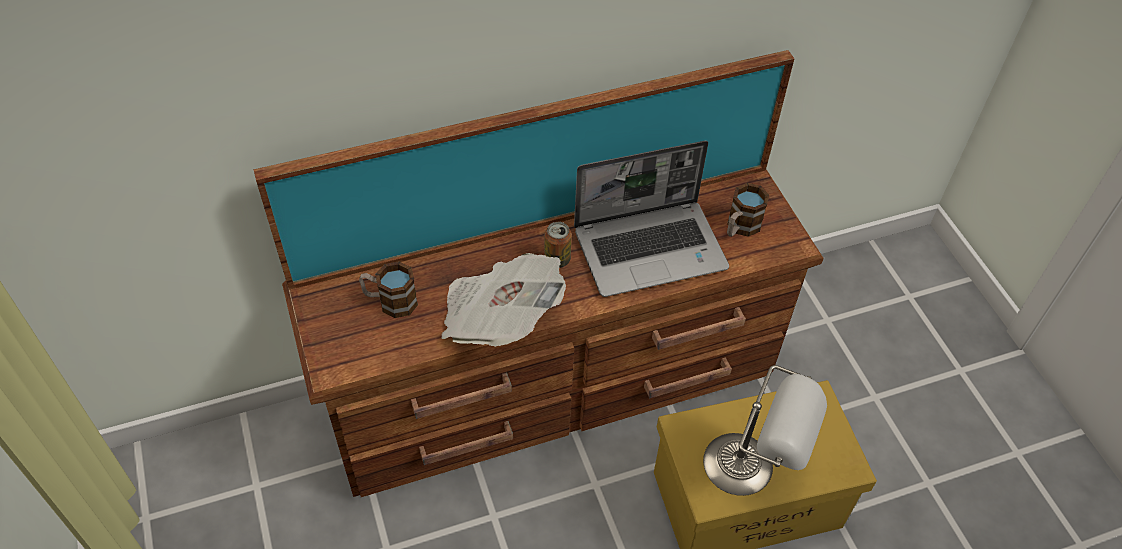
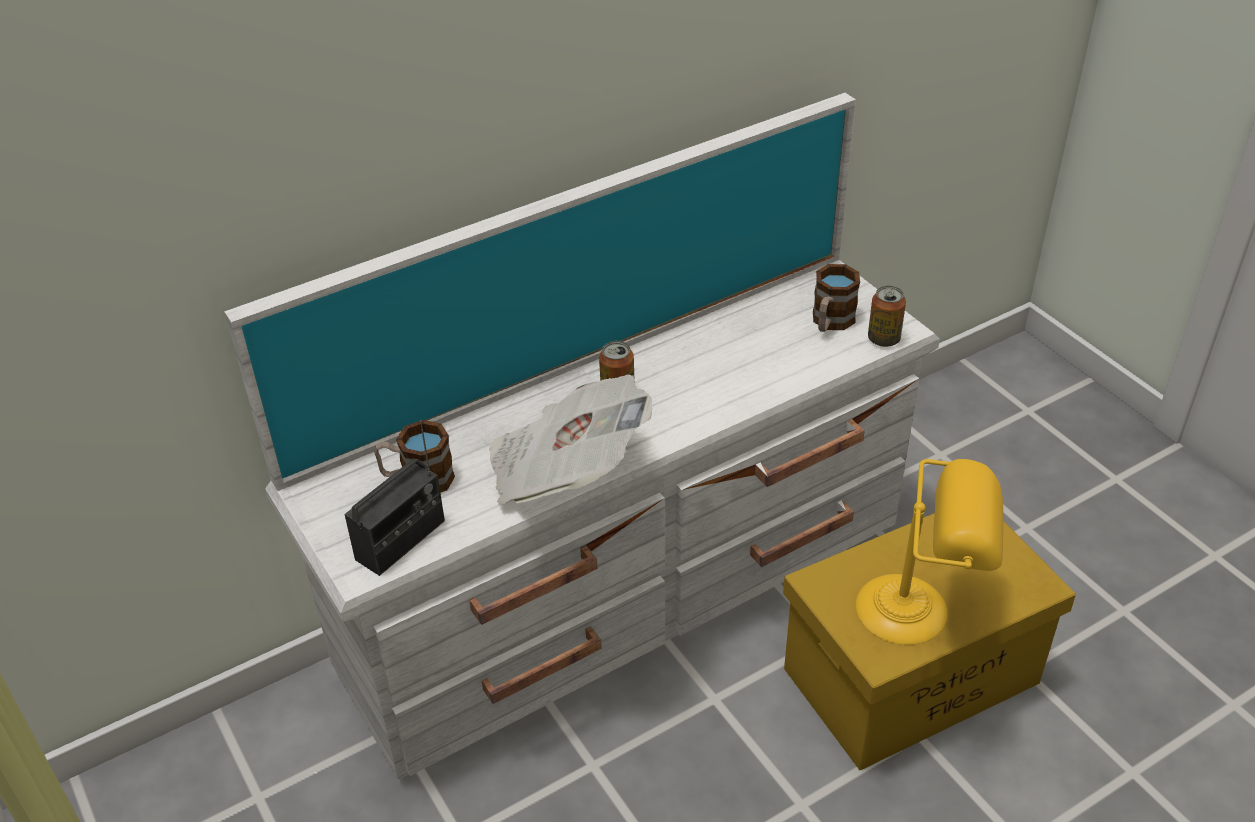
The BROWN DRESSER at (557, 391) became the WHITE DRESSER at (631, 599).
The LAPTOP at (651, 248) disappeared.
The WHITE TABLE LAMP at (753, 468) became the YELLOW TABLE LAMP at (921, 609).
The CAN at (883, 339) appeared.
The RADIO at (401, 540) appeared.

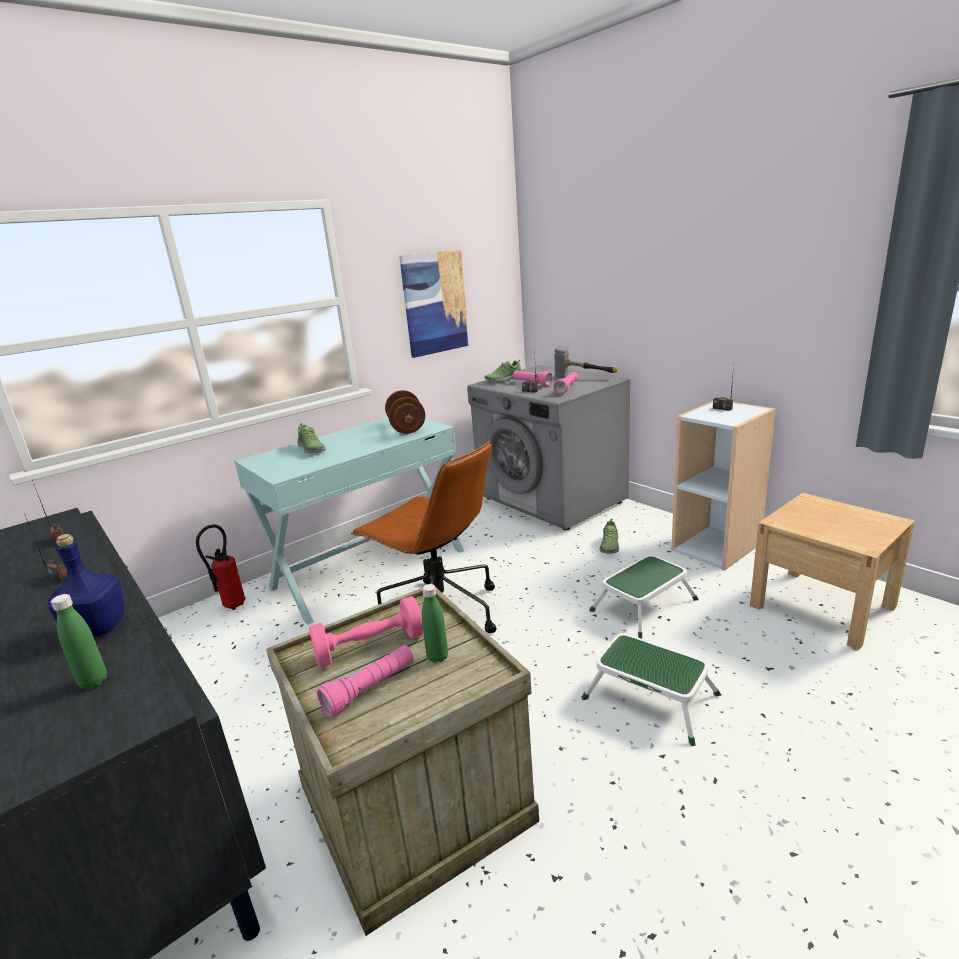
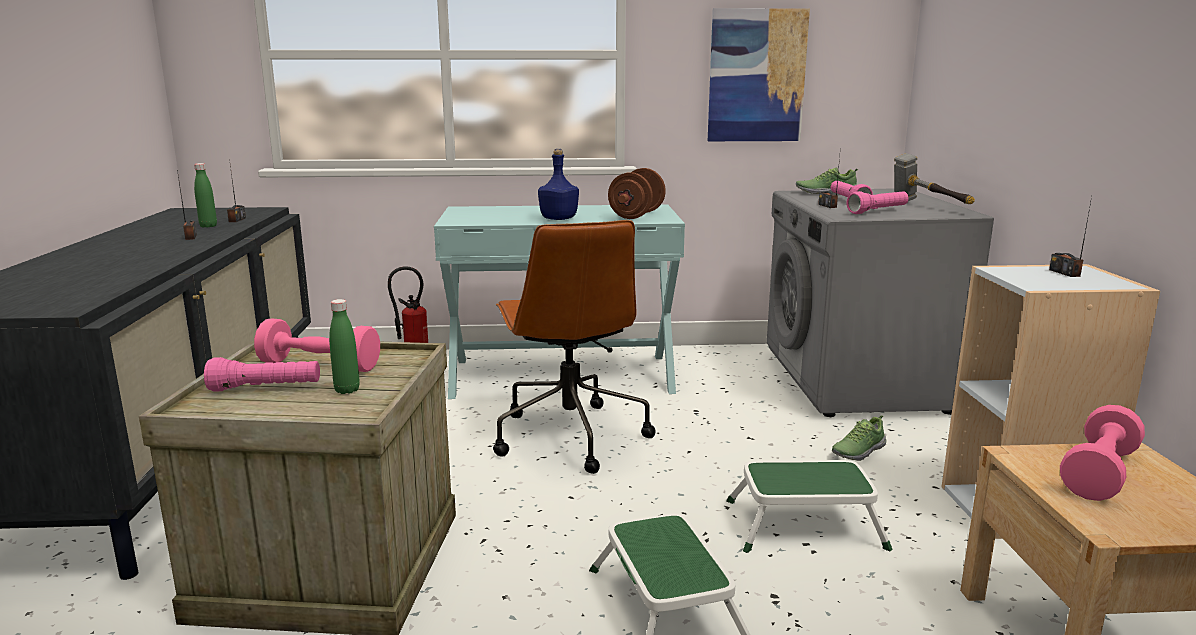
The SHOE at (311, 449) disappeared.
The BLUE BOTTLE moved from (99, 628) to (559, 219).
The GREEN BOTTLE moved from (93, 682) to (208, 226).
The PINK DUMBBELL at (1099, 473) appeared.

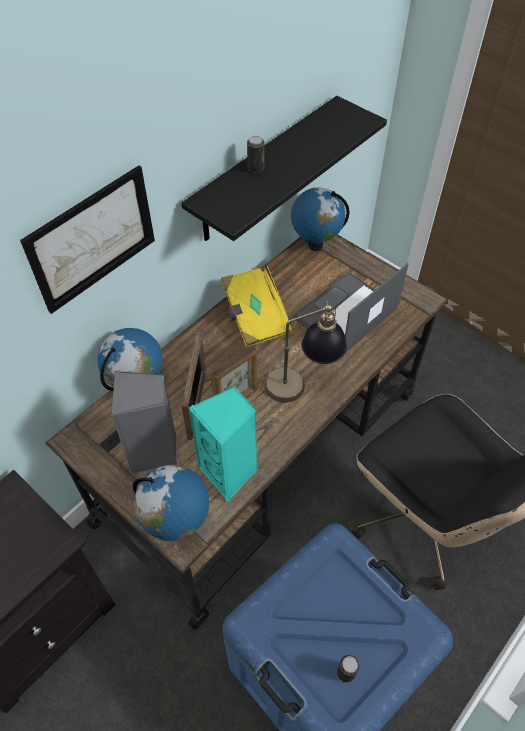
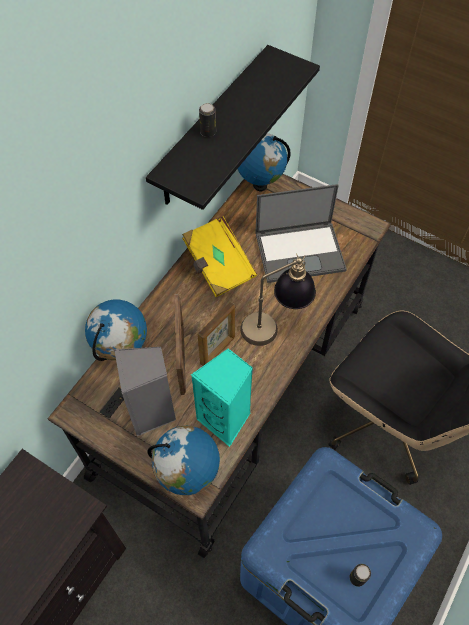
The PICTURE at (93, 239) disappeared.
The LAPTOP at (345, 314) turned 135 degrees counterclockwise.

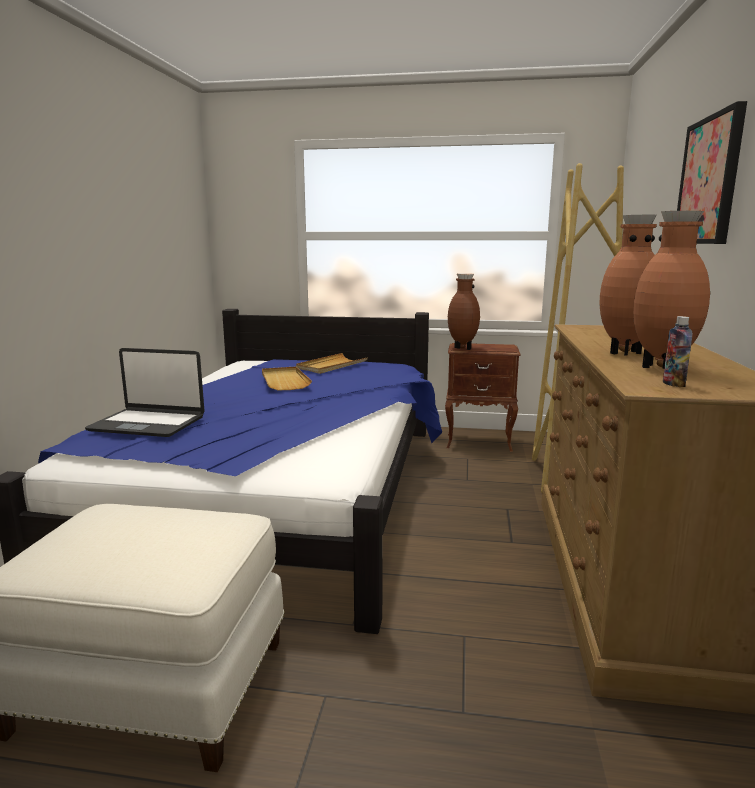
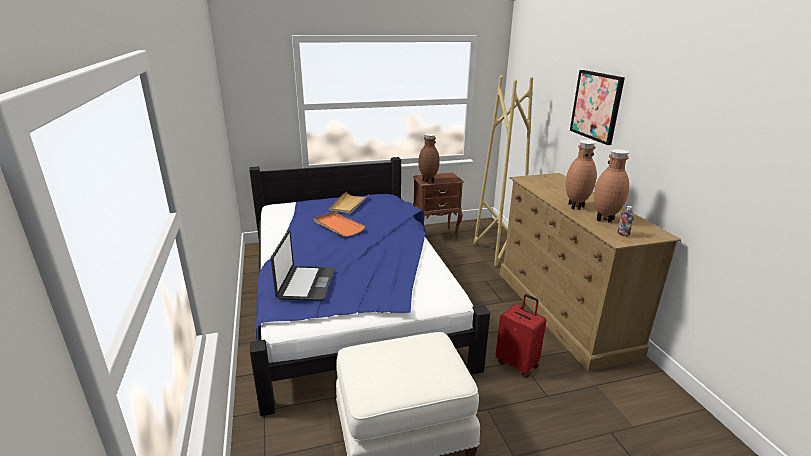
The LAPTOP at (148, 424) turned 75 degrees counterclockwise.
The BEIGE TRAY at (284, 381) became the ORANGE TRAY at (338, 226).
The RED SUITCASE at (517, 364) appeared.

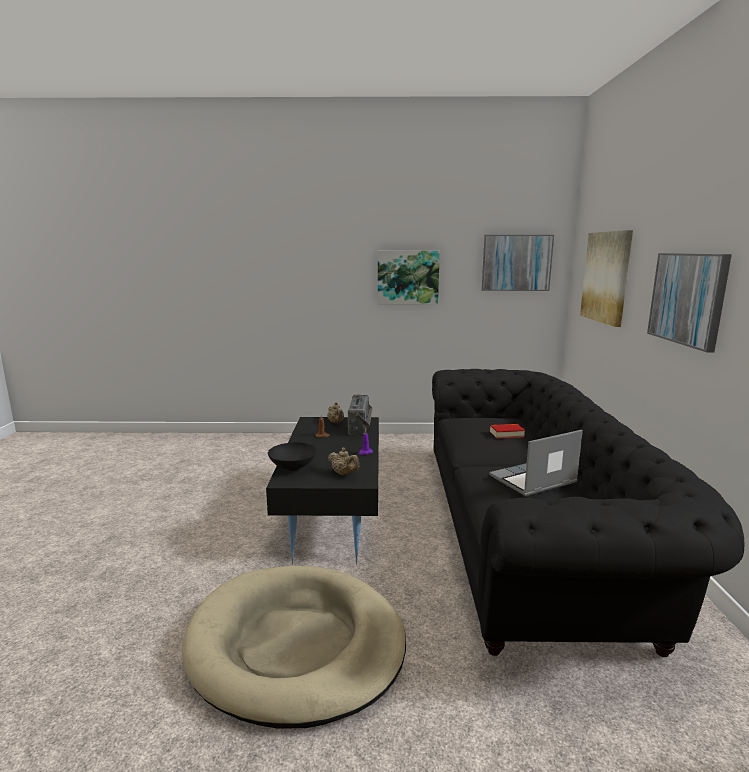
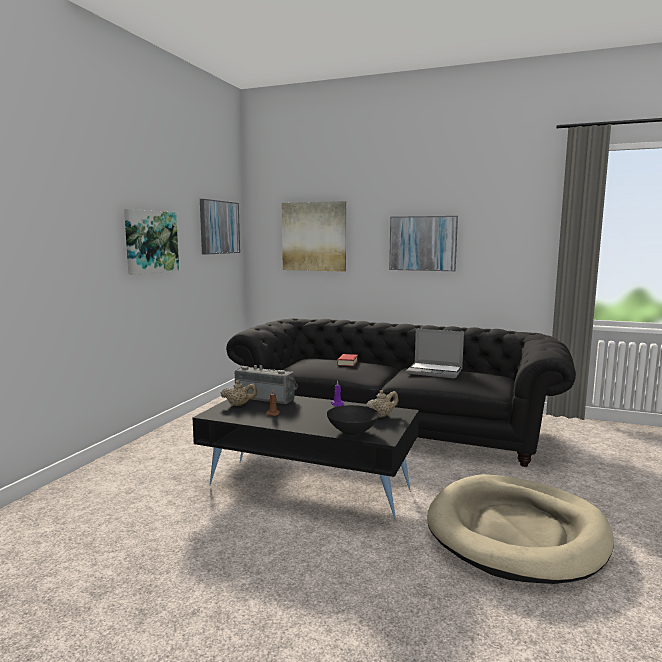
The LAPTOP at (533, 480) turned 60 degrees counterclockwise.

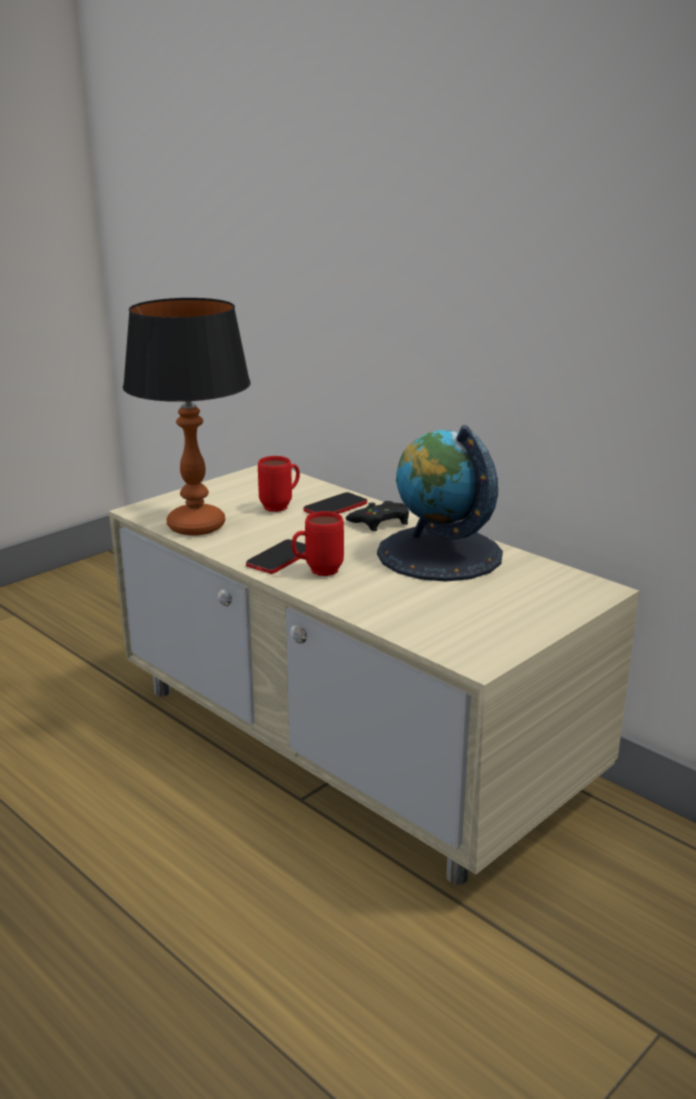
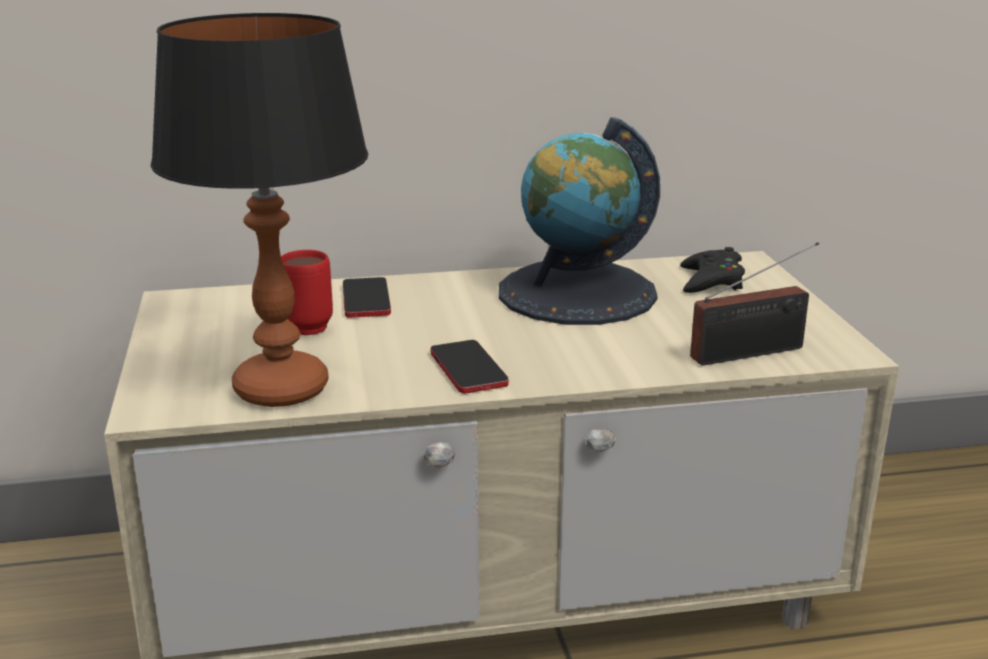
The BLACK GAME CONTROLLER moved from (380, 522) to (711, 280).
The RED MUG at (317, 572) disappeared.
The RADIO at (753, 352) appeared.

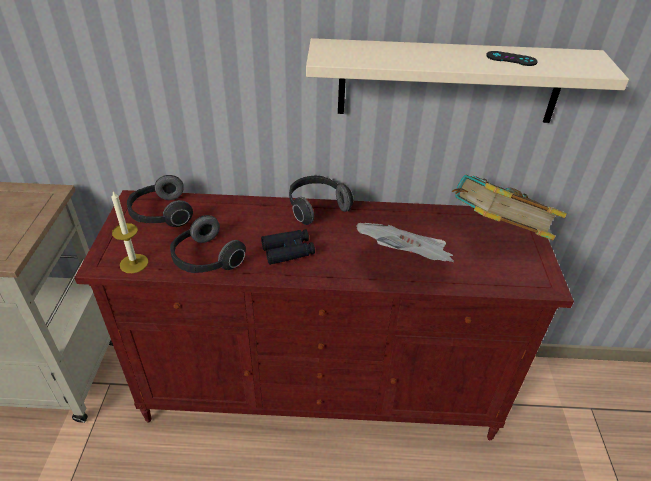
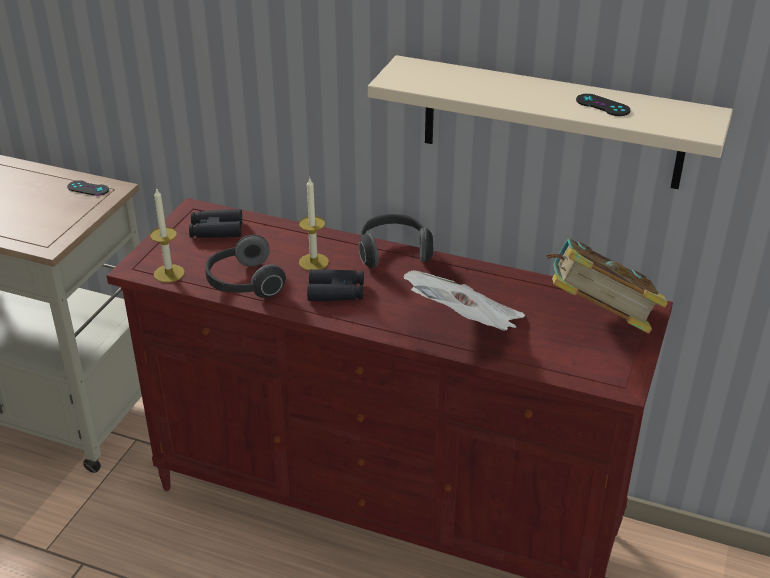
The HEADPHONES at (160, 214) was replaced by the BLACK BINOCULARS at (216, 230).
The CANDLE at (313, 262) appeared.
The BLACK GAME CONTROLLER at (88, 188) appeared.

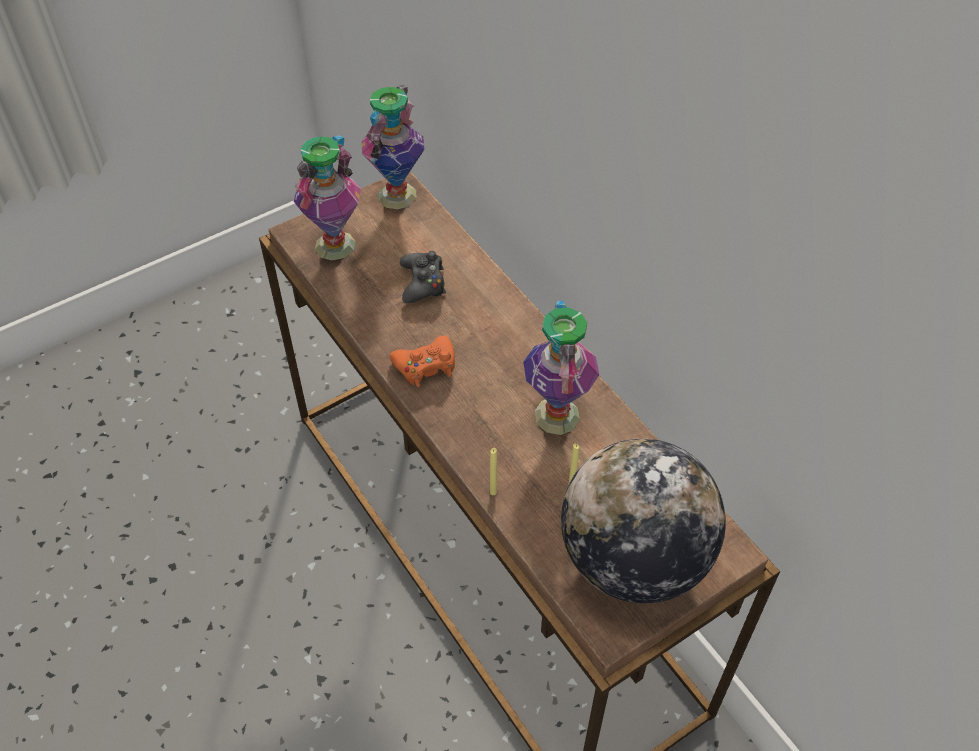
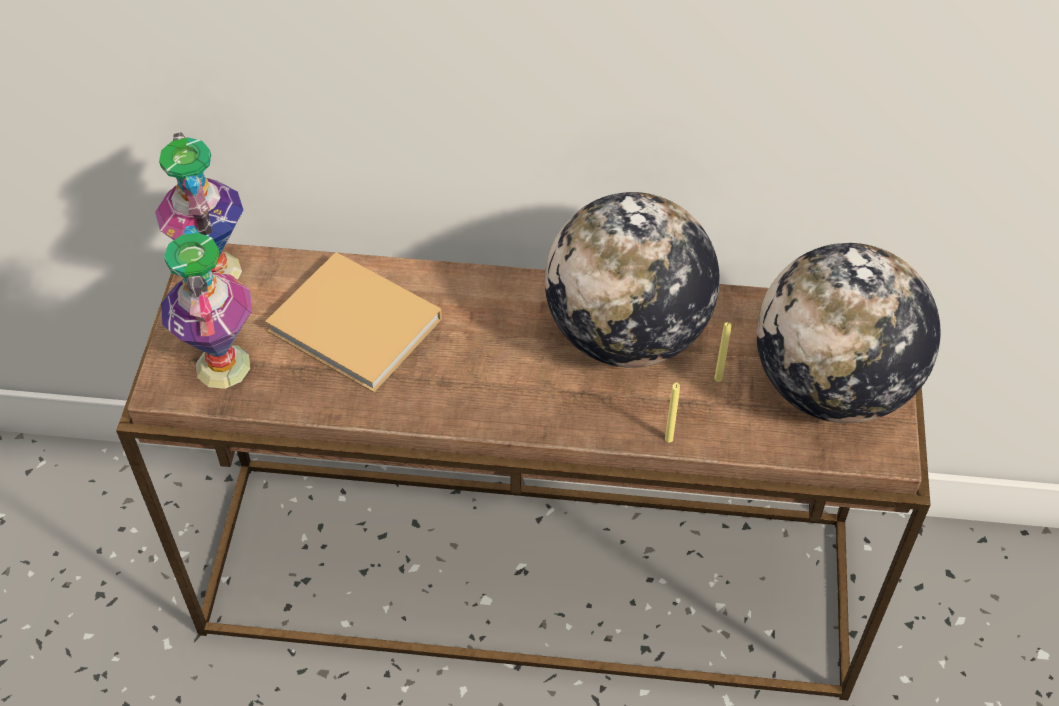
The BLACK GAME CONTROLLER at (423, 283) was replaced by the BEIGE BOOK at (358, 327).
The VASE at (556, 415) was replaced by the GLOBE at (627, 334).
The ORANGE GAME CONTROLLER at (426, 366) disappeared.

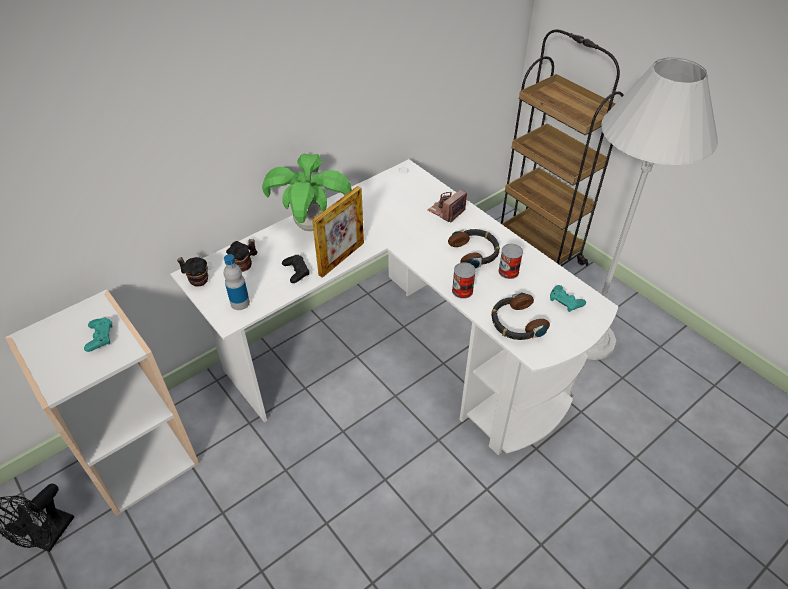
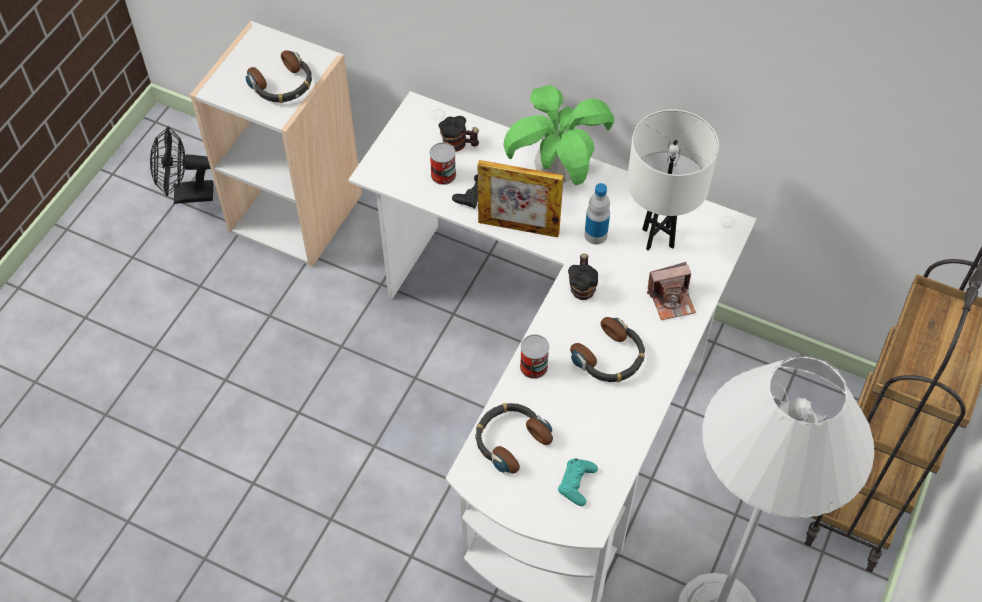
The PHOTO CAMERA at (446, 211) turned 150 degrees clockwise.
The CAN moved from (508, 271) to (443, 175).
The BOTTLE moved from (240, 303) to (595, 235).
The MUG moved from (196, 279) to (582, 287).
The TURQUOISE GAME CONTROLLER at (100, 337) was replaced by the HEADPHONES at (282, 85).
The WHITE TABLE LAMP at (658, 238) appeared.

